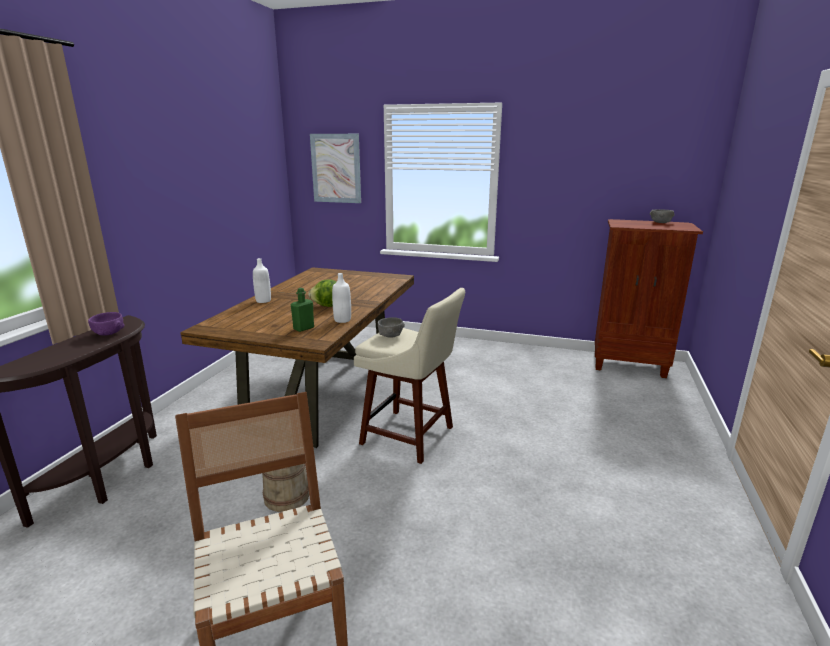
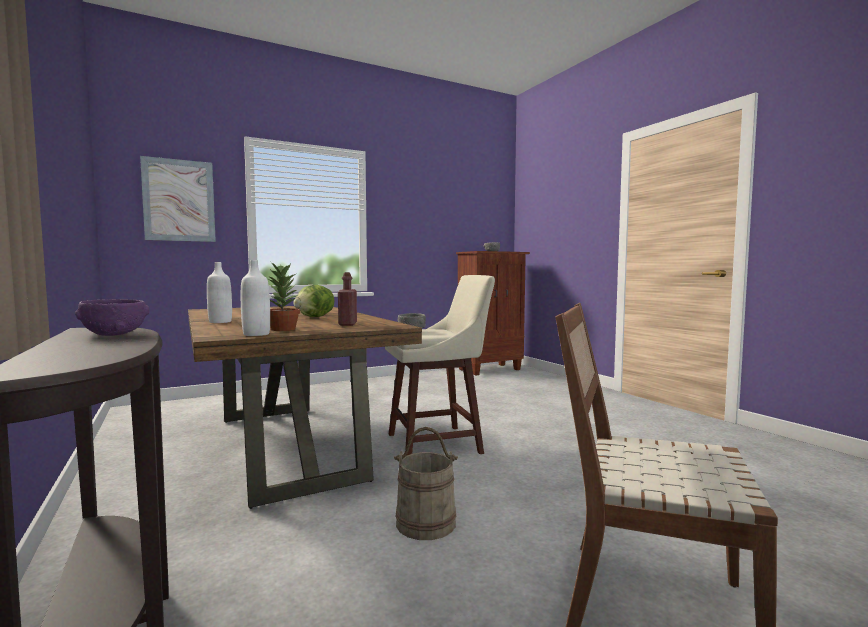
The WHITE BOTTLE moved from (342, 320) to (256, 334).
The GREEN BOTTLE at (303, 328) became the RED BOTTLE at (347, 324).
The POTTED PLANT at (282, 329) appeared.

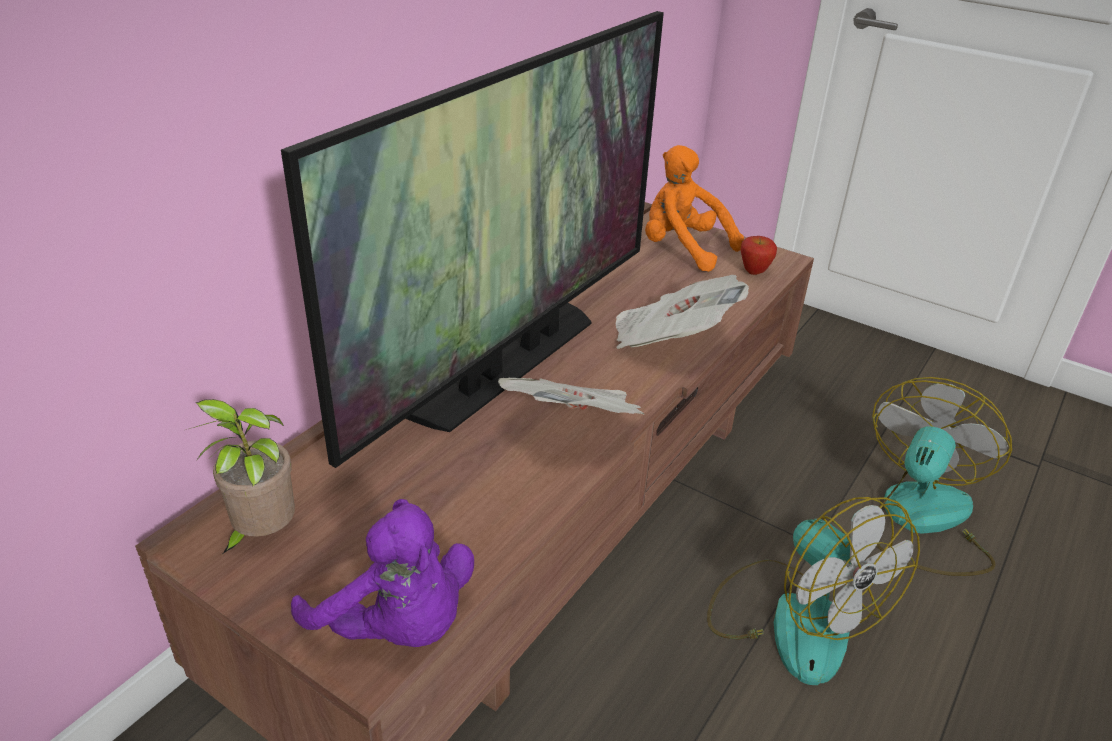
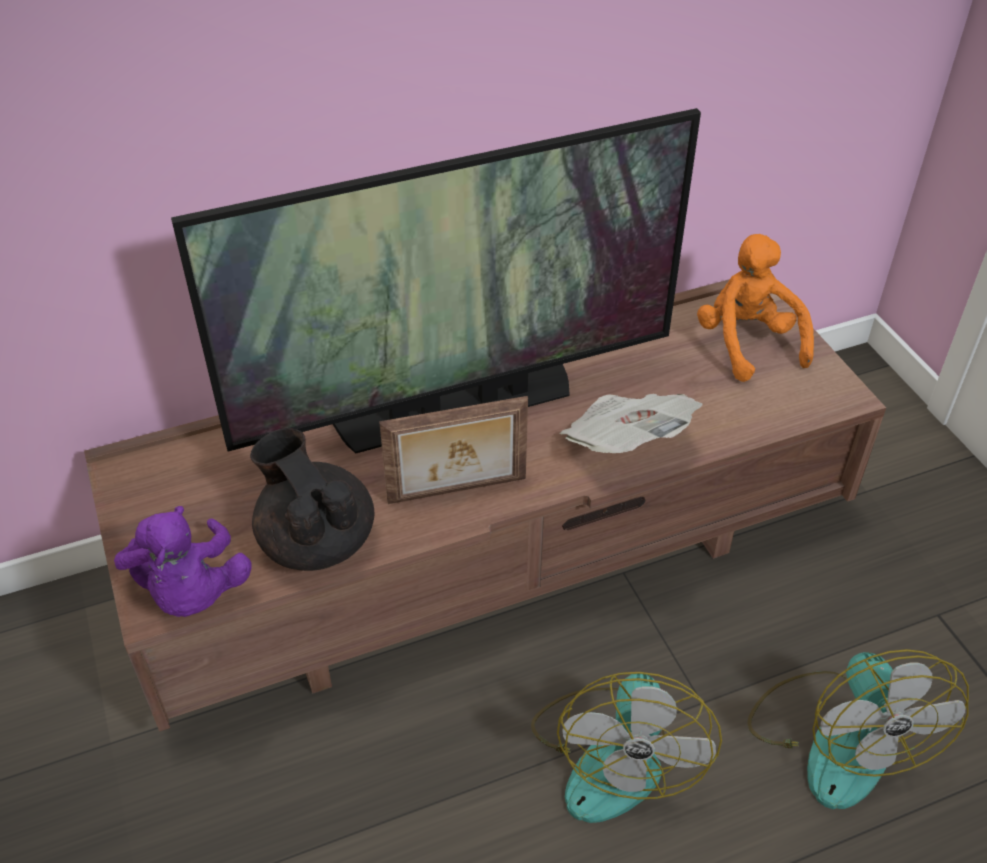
The APPLE at (754, 272) disappeared.
The FAN at (920, 521) turned 105 degrees clockwise.
The NEWSPAPER at (575, 425) was replaced by the PICTURE FRAME at (457, 492).
The POTTED PLANT at (262, 535) disappeared.
The BLACK TEAPOT at (316, 540) appeared.

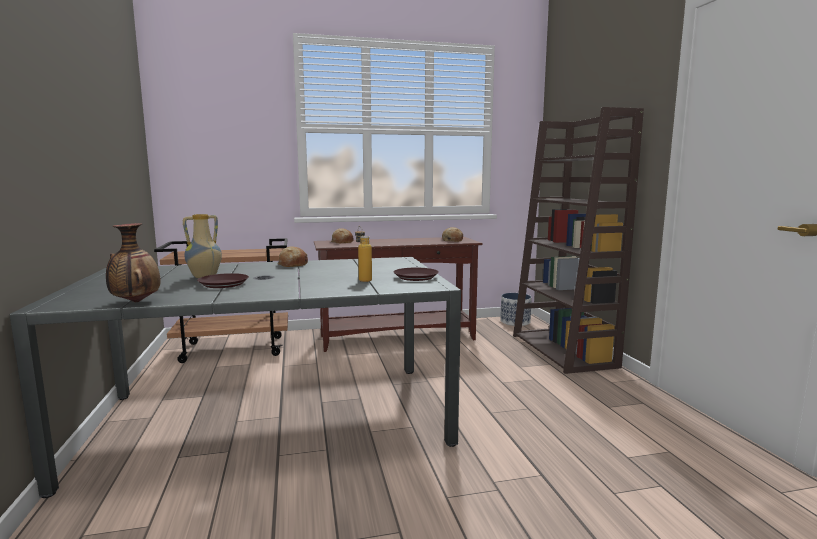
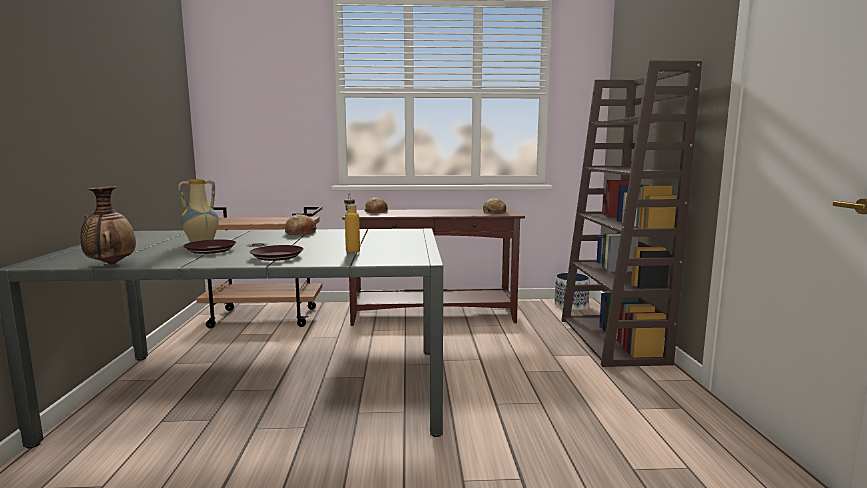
The BROWN PLATE moved from (416, 277) to (277, 256).

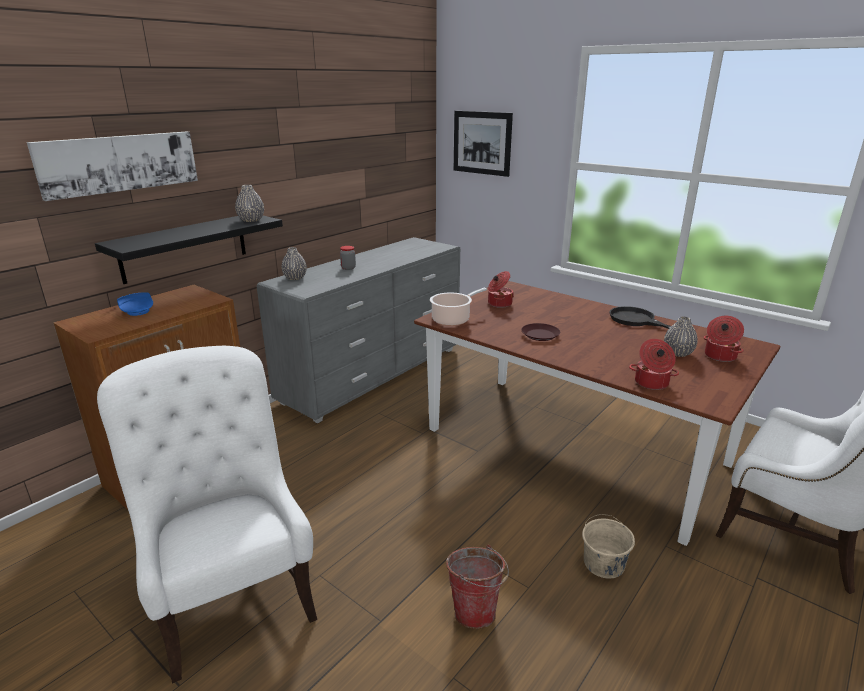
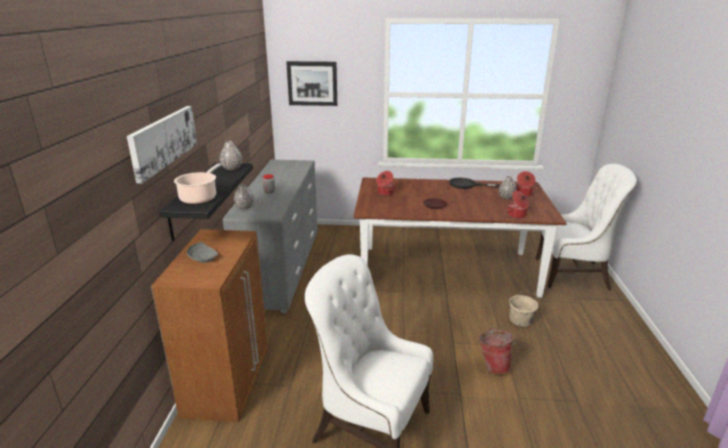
The COOKING POT moved from (452, 319) to (200, 197).
The BLUE PLATE at (138, 311) became the GREY PLATE at (203, 258).

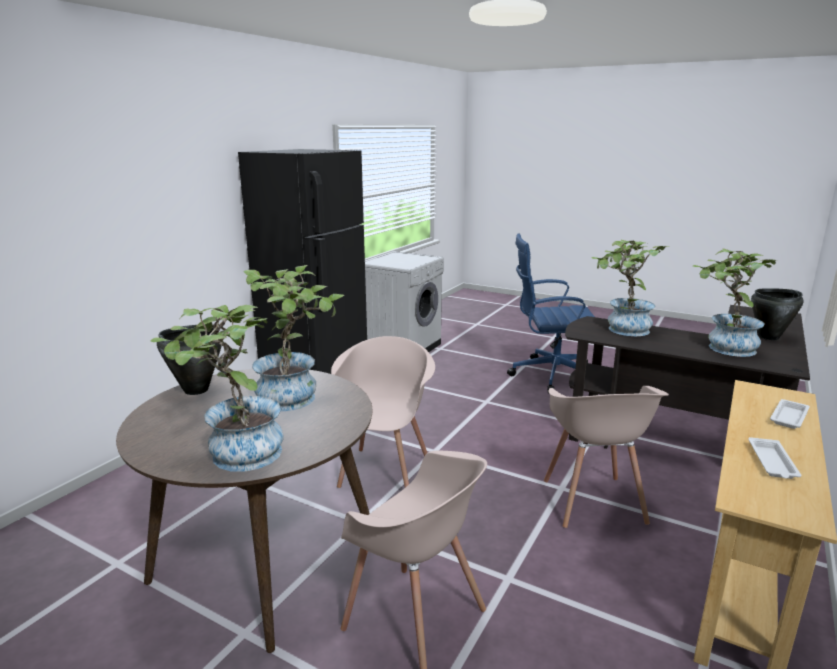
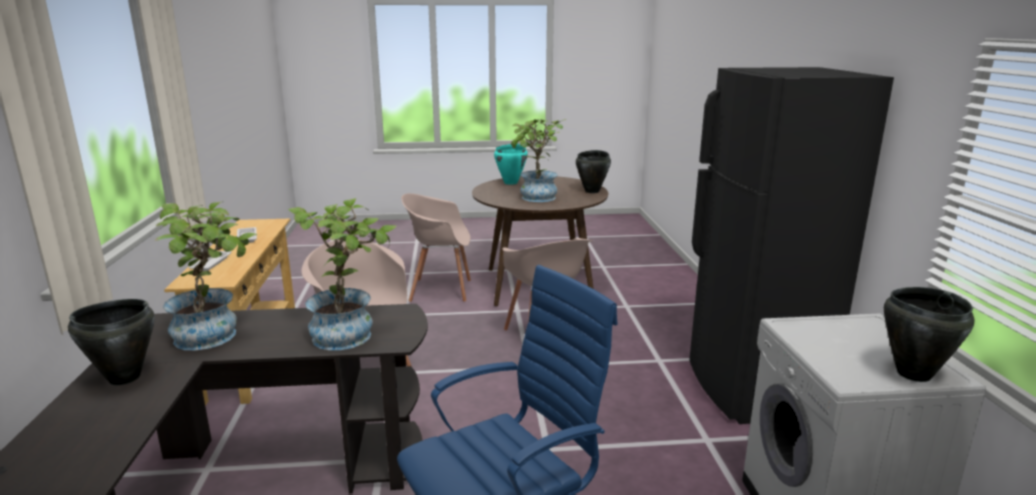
The POTTED PLANT at (235, 455) was replaced by the TURQUOISE COOKING POT at (511, 183).
The BLACK COOKING POT at (912, 374) appeared.

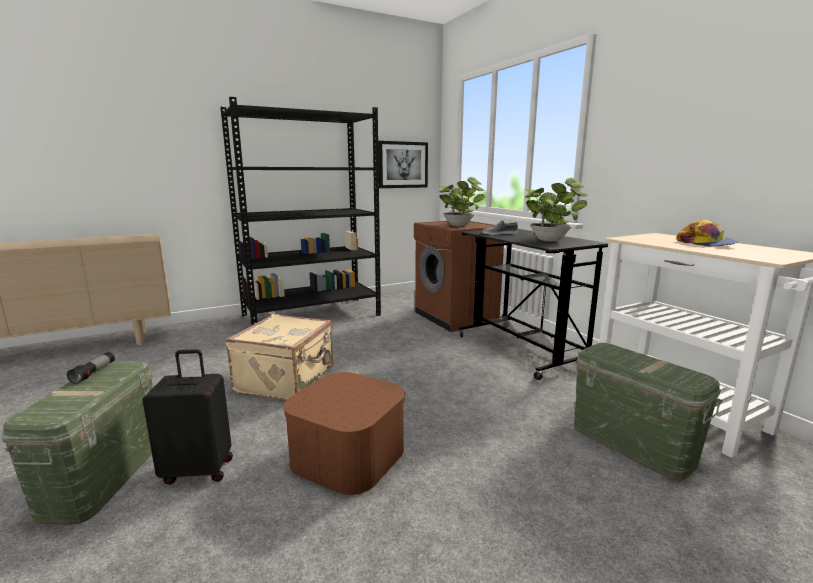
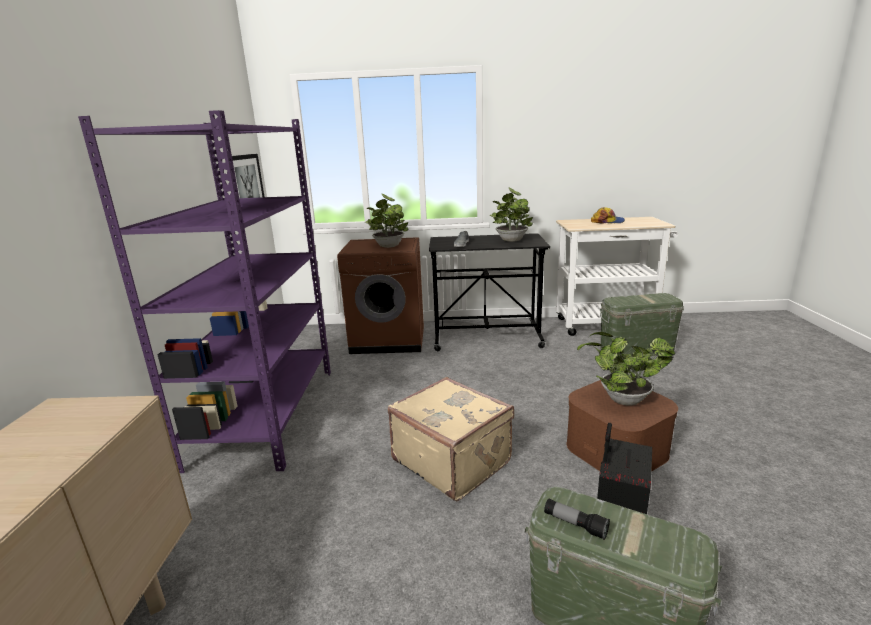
The BLACK BOOKCASE at (311, 315) became the PURPLE BOOKCASE at (266, 414).
The POTTED PLANT at (620, 399) appeared.

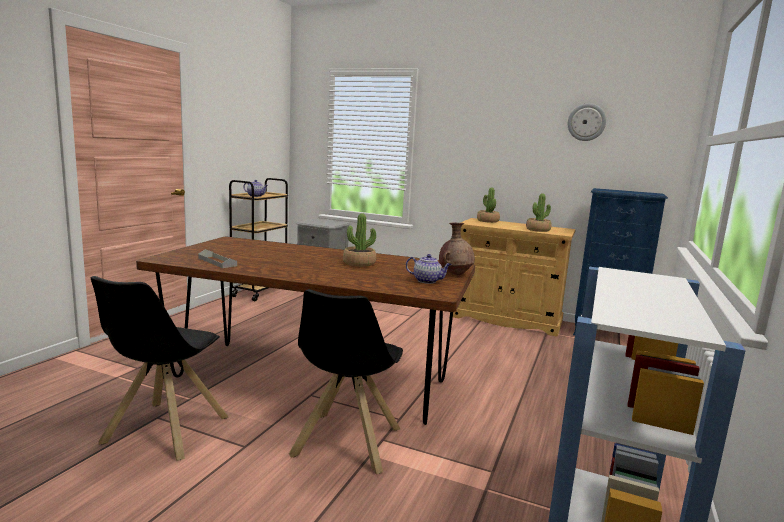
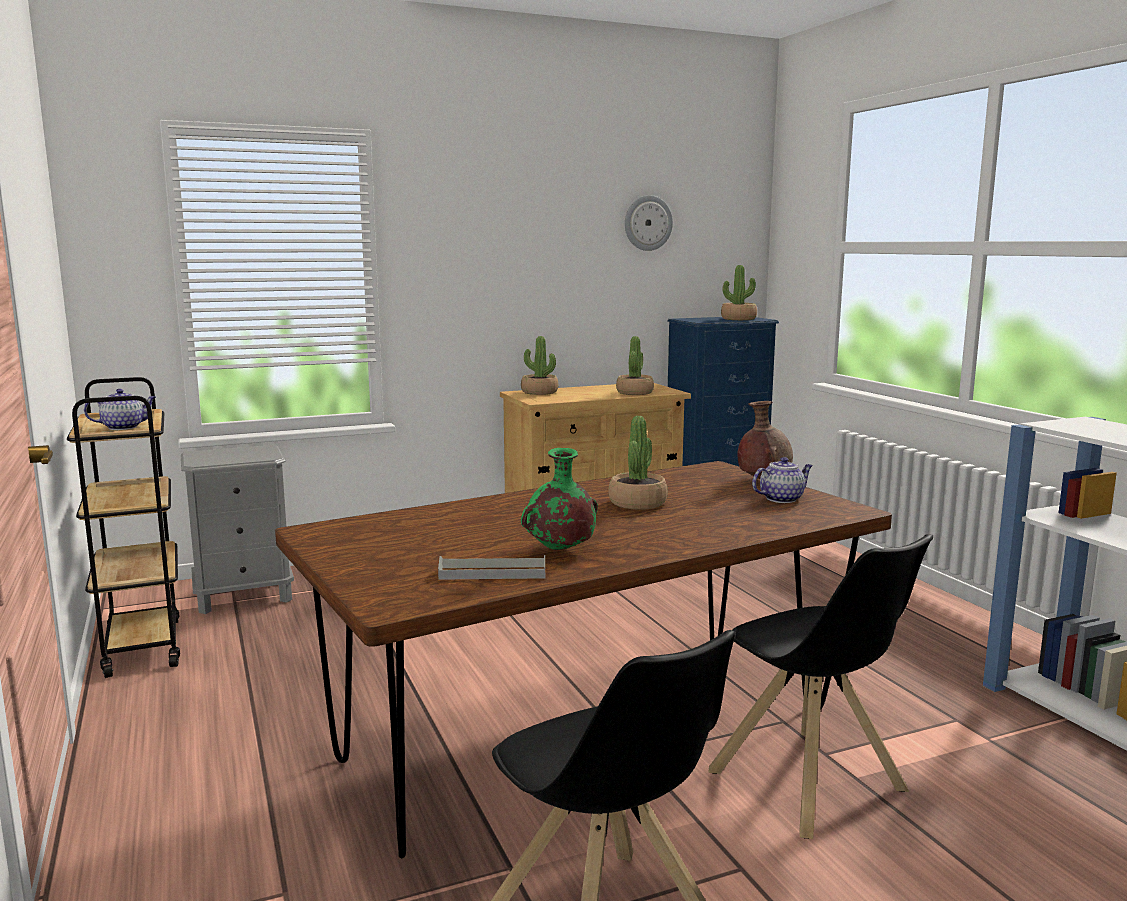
The POTTED PLANT at (738, 319) appeared.
The GREEN VASE at (559, 550) appeared.

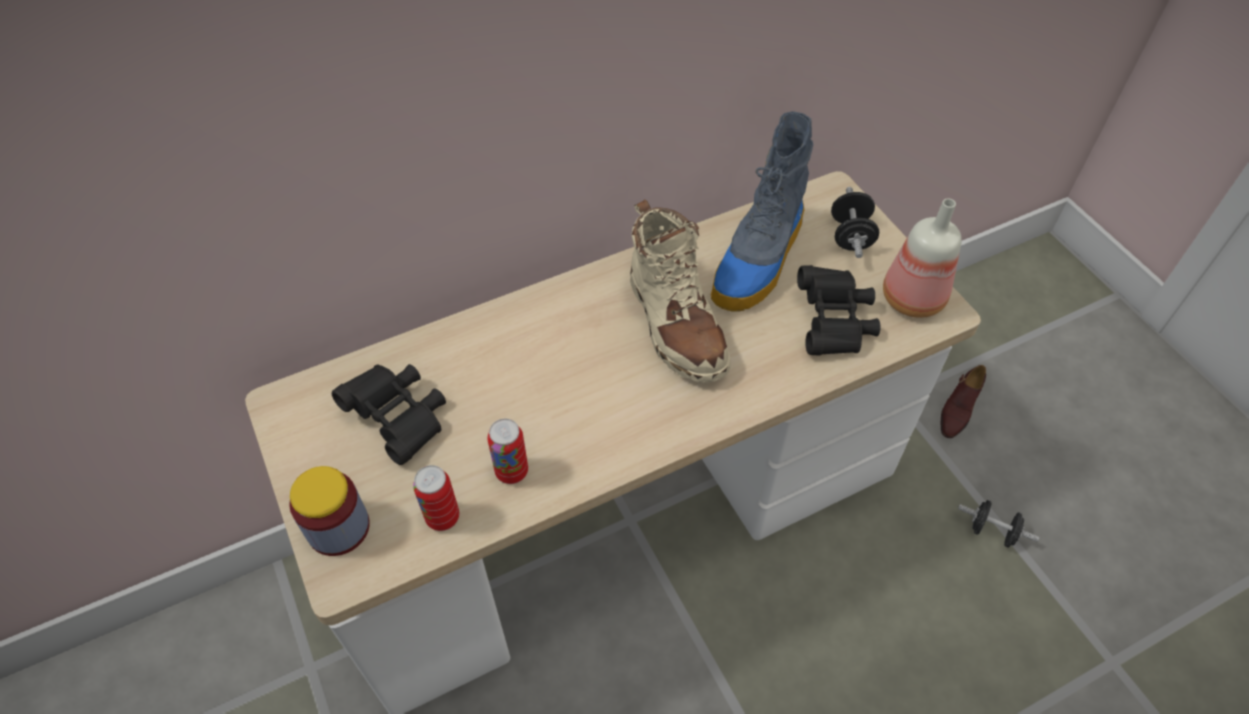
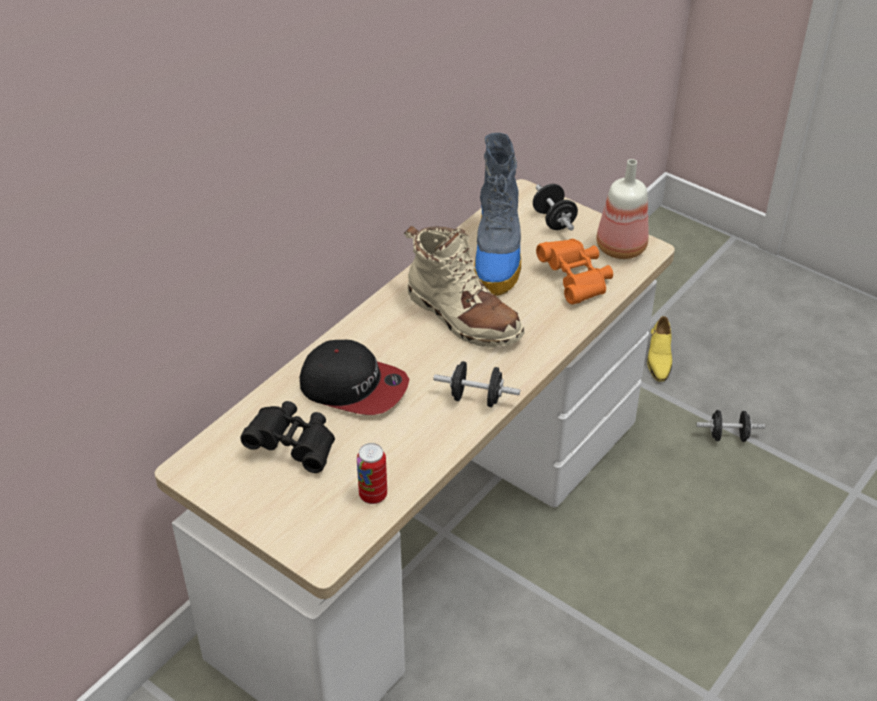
The BLACK BINOCULARS at (834, 323) became the ORANGE BINOCULARS at (576, 280).
The BROWN SHOE at (958, 409) became the YELLOW SHOE at (659, 358).
The CAN at (511, 471) disappeared.
The JAR at (338, 528) disappeared.
The CAP at (354, 387) appeared.
The BLACK DUMBBELL at (476, 398) appeared.

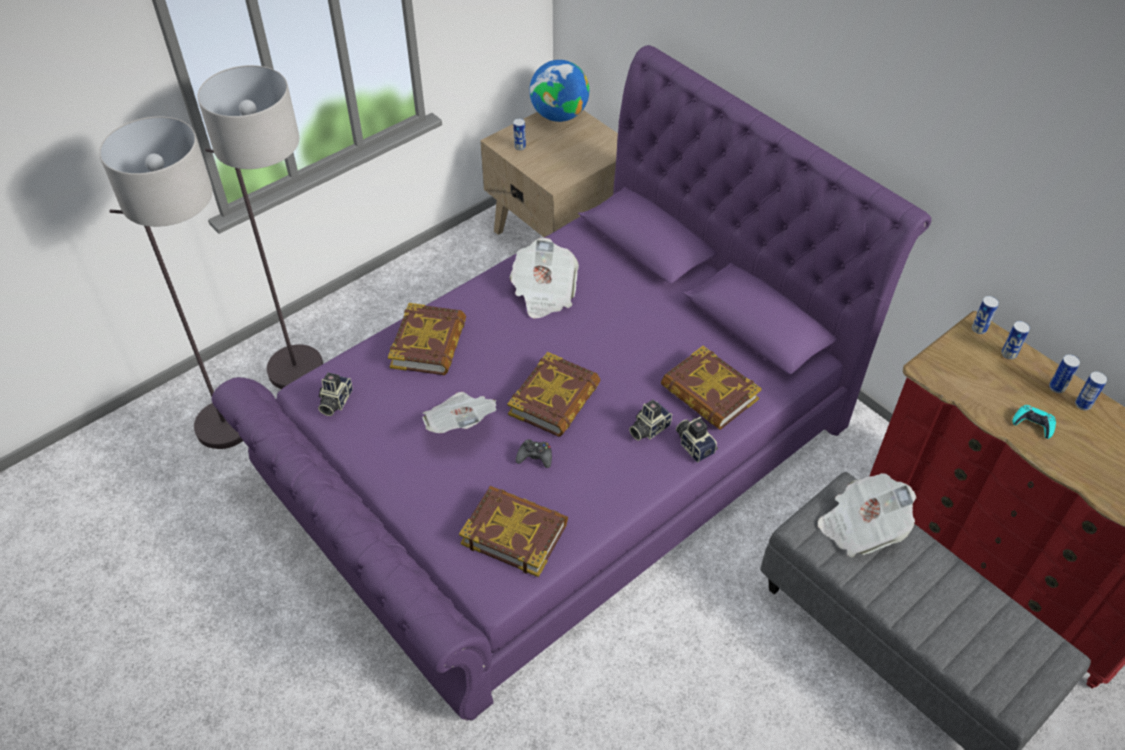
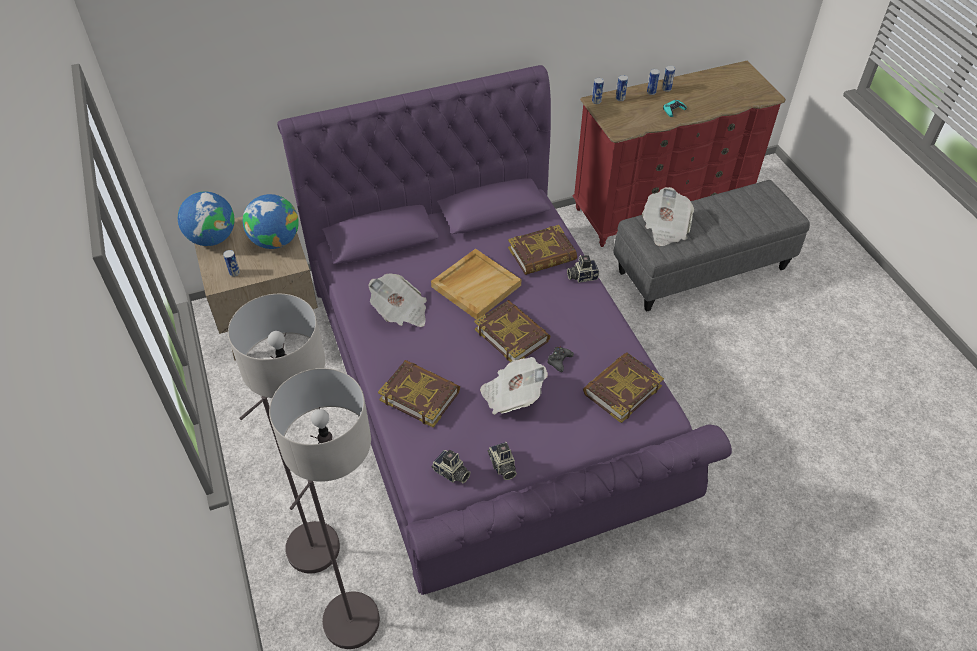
The PHOTO CAMERA moved from (648, 428) to (502, 466).
The GLOBE at (275, 241) appeared.
The BEIGE TRAY at (476, 285) appeared.

